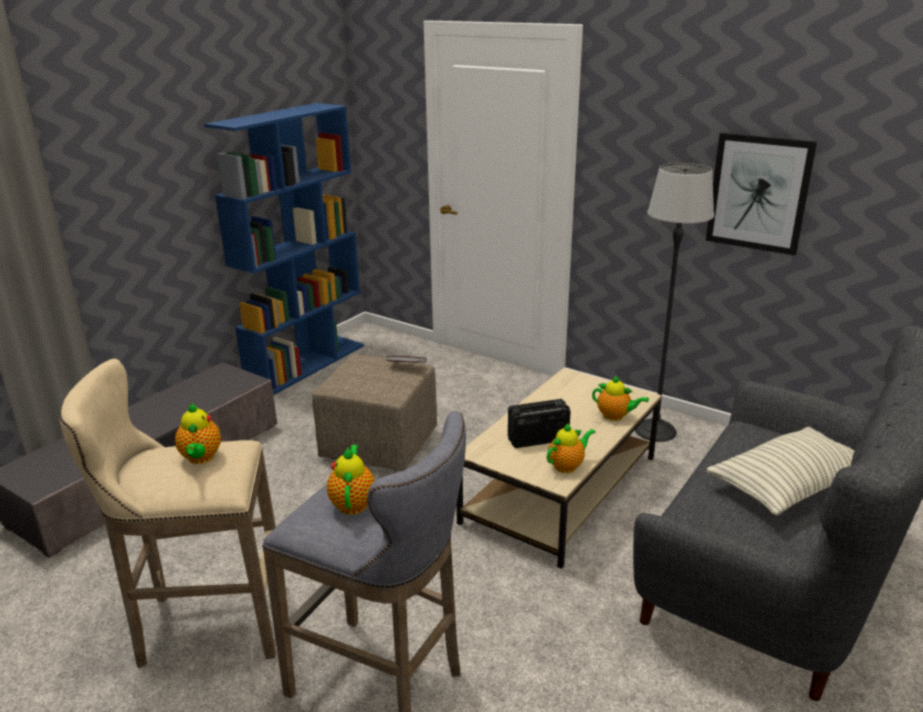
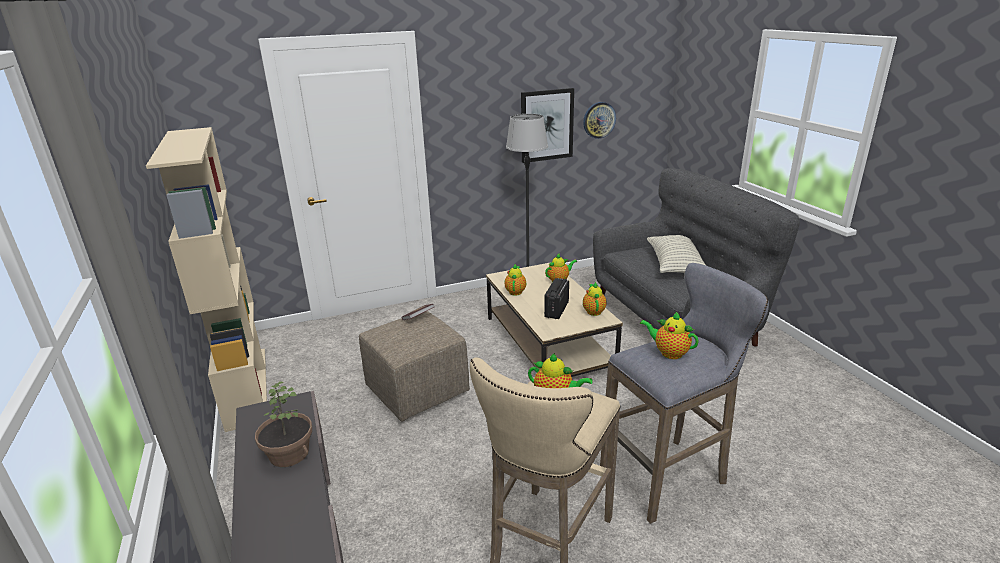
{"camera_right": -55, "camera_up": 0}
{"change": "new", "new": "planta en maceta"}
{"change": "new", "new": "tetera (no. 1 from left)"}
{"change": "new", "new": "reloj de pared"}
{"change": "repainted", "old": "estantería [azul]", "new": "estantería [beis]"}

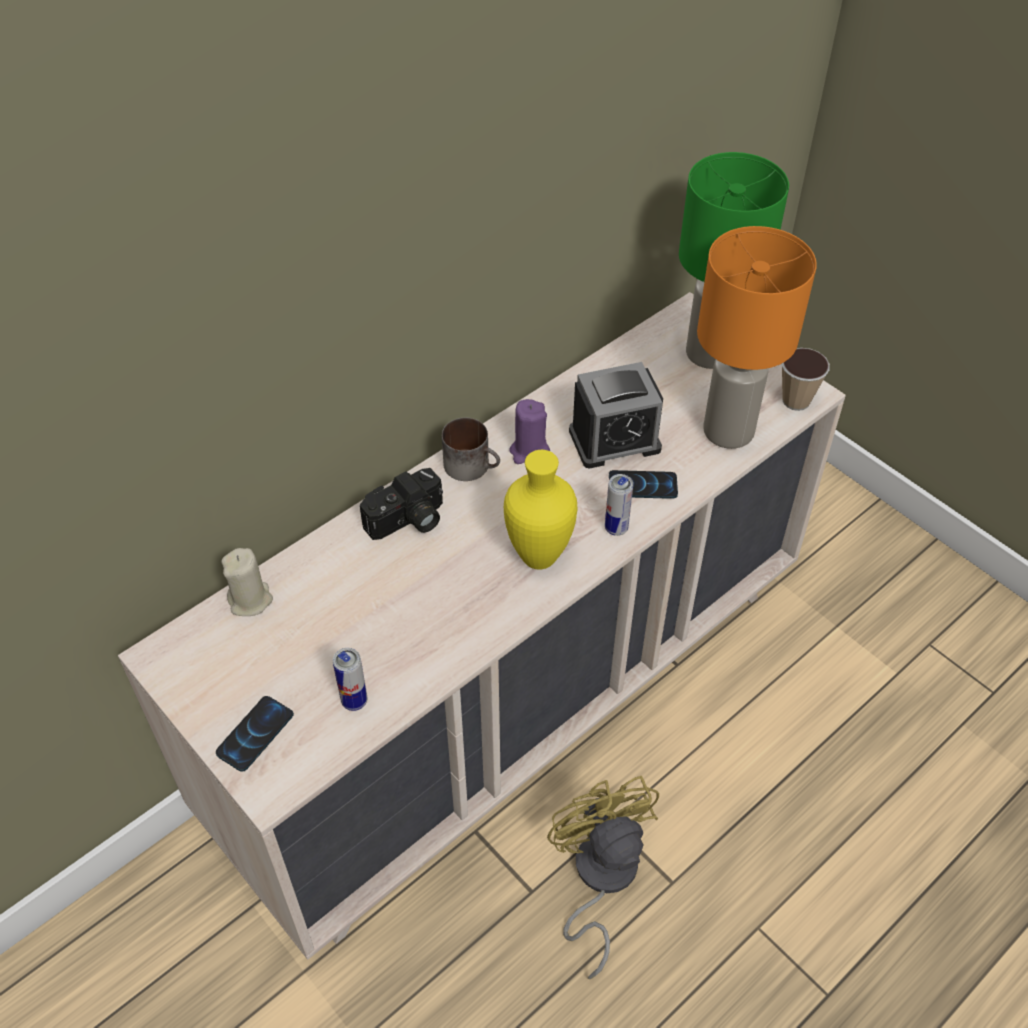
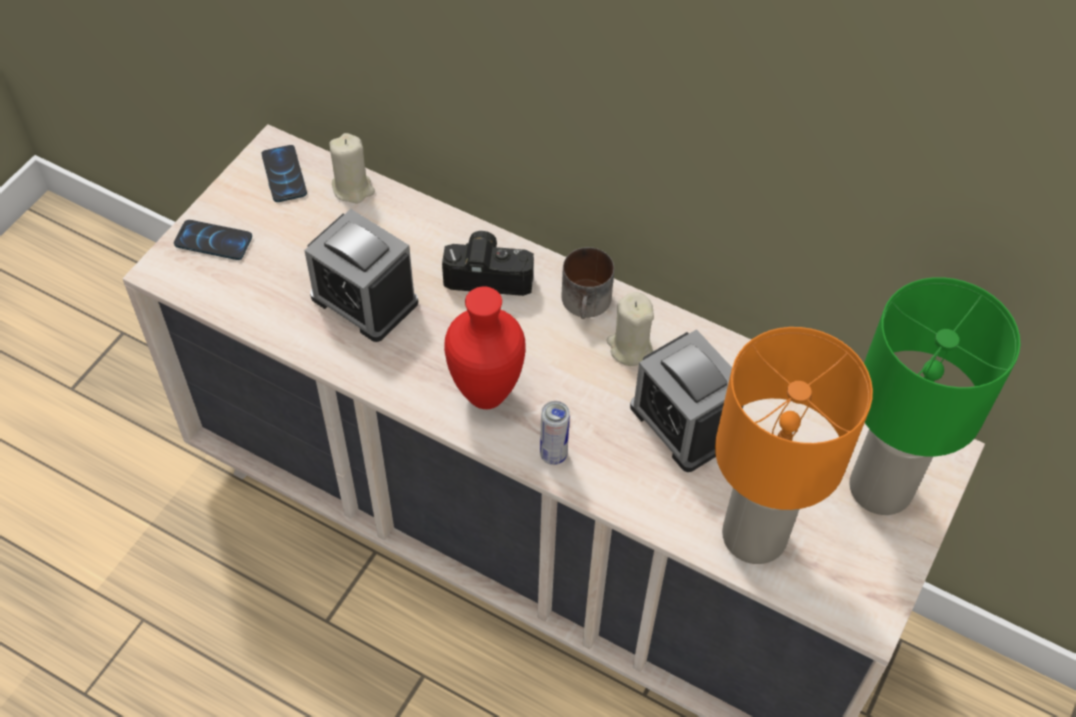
{"camera_right": 70, "camera_up": 5}
{"change": "gone", "old": "lata (no. 1 from left)"}
{"change": "gone", "old": "ventilador [amarillo]"}
{"change": "gone", "old": "taza"}
{"change": "new", "new": "despertador (no. 1 from left)"}
{"change": "shifted", "old": "móvil (no. 2 from left)"}
{"change": "repainted", "old": "florero [amarillo]", "new": "florero [rojo]"}
{"change": "repainted", "old": "vela [morado]", "new": "vela [beis] (no. 2 from left)"}
{"change": "rotated", "old": "cámara", "degrees": 150}

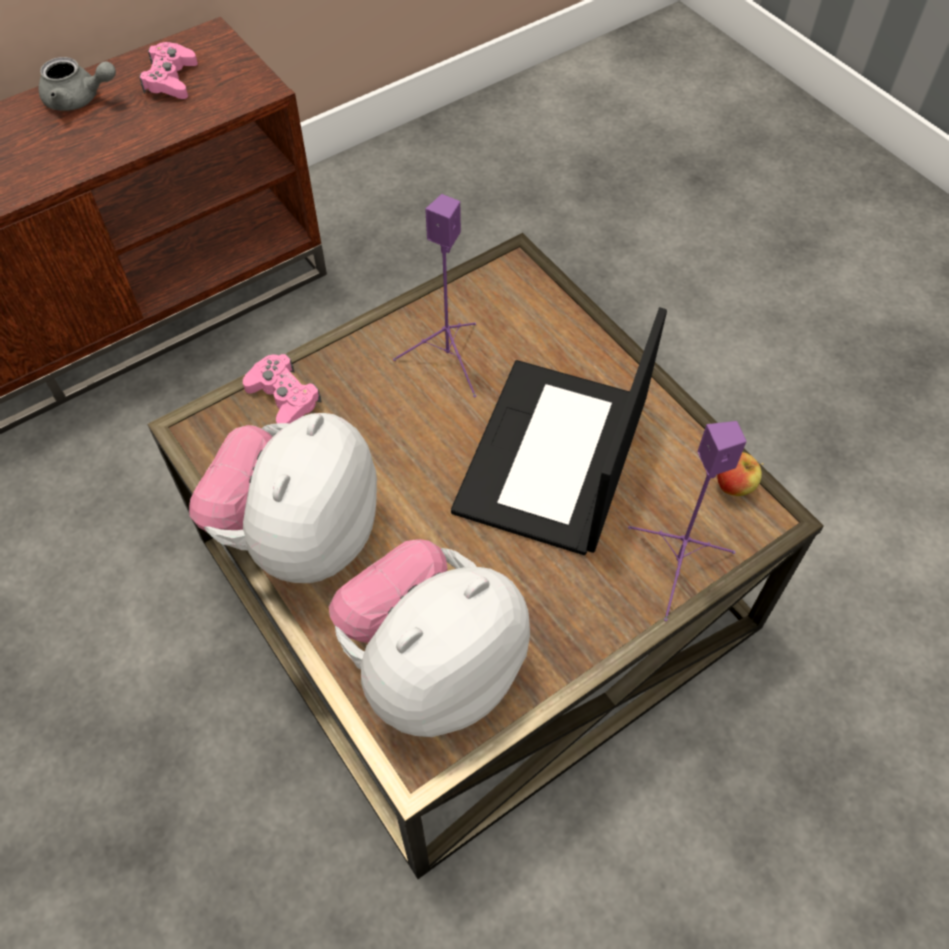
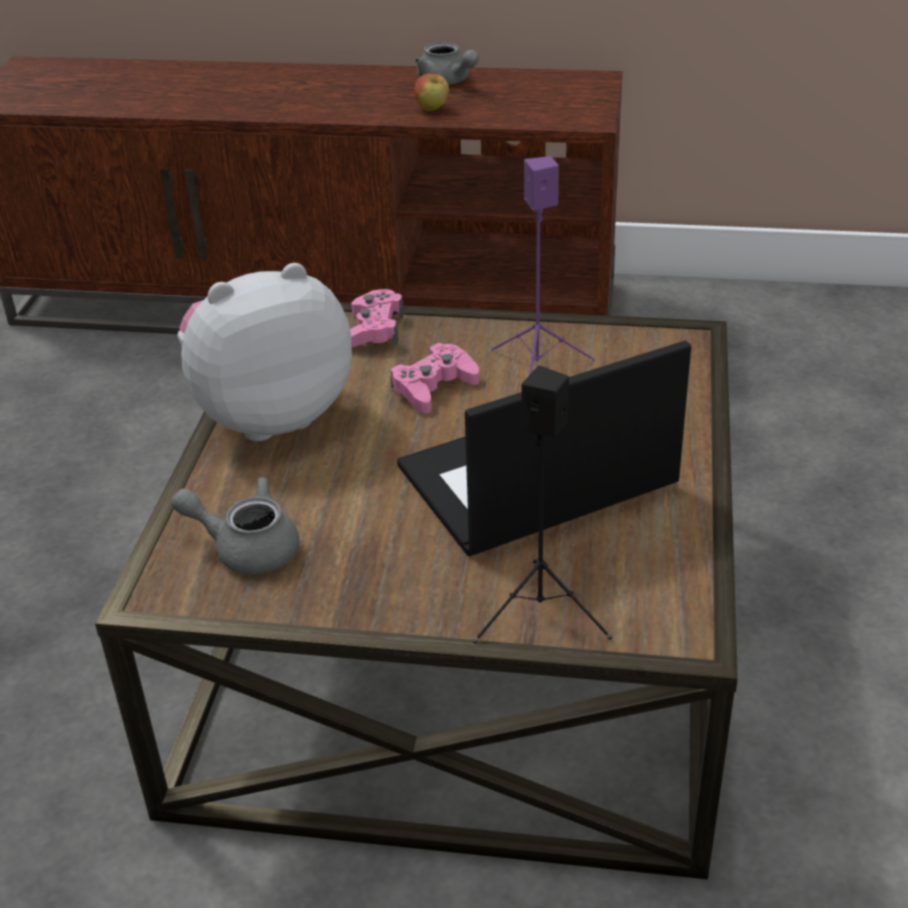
{"camera_right": 45, "camera_up": -20}
{"change": "shifted", "old": "mando de consola [rosa] (no. 1 from left in the first image)", "new": "mando de consola [rosa] (no. 2 from left)"}
{"change": "shifted", "old": "manzana"}
{"change": "swapped", "old": "peluche (no. 2 from left)", "new": "tetera [gris] (no. 1 from left)"}
{"change": "repainted", "old": "altavoz [morado] (no. 2 from left)", "new": "altavoz [negro]"}

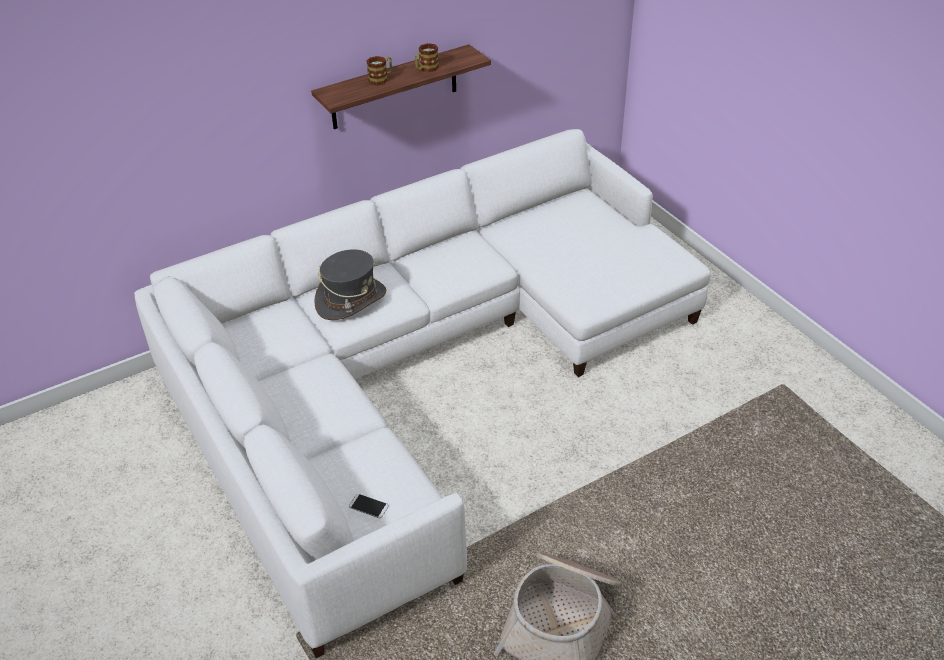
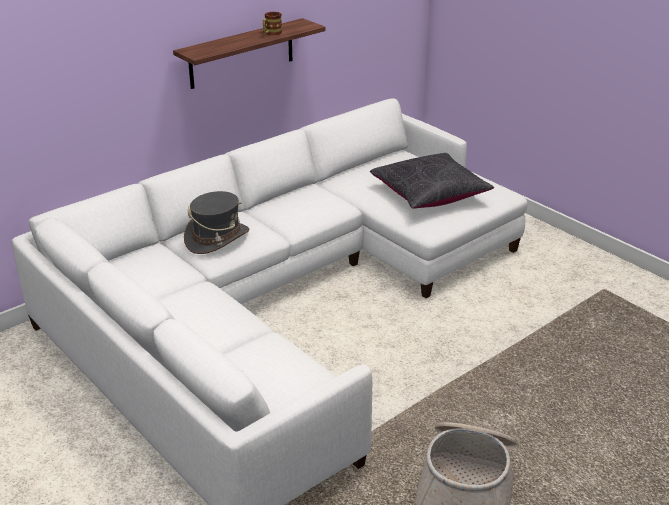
{"camera_right": -10, "camera_up": -10}
{"change": "gone", "old": "móvil"}
{"change": "gone", "old": "taza grande (no. 1 from left)"}
{"change": "new", "new": "cojín [negro]"}

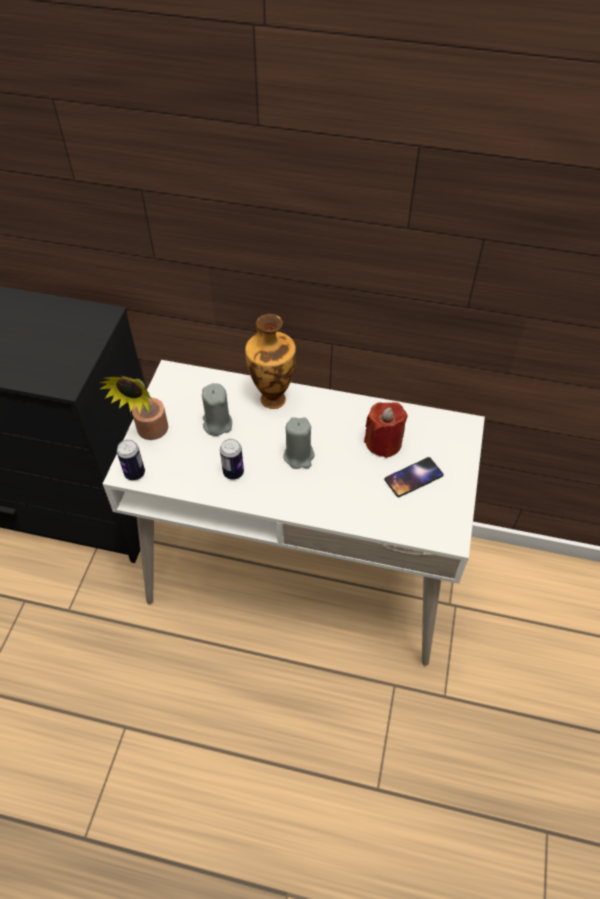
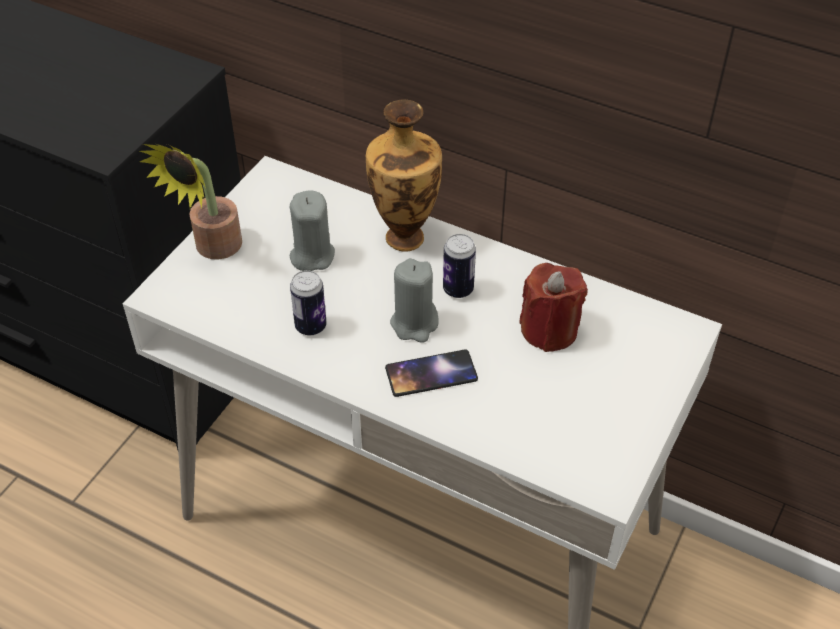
{"camera_right": 15, "camera_up": -5}
{"change": "shifted", "old": "lata (no. 1 from left in the first image)", "new": "lata (no. 2 from left)"}
{"change": "shifted", "old": "móvil"}

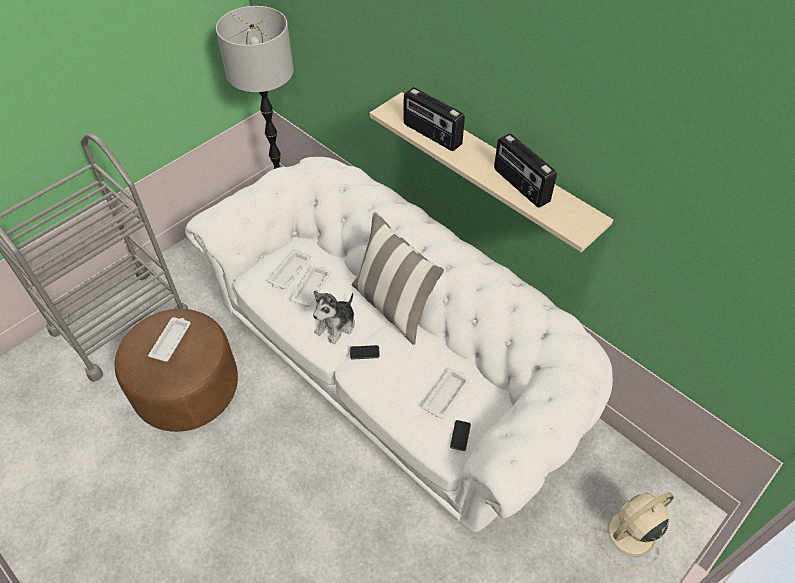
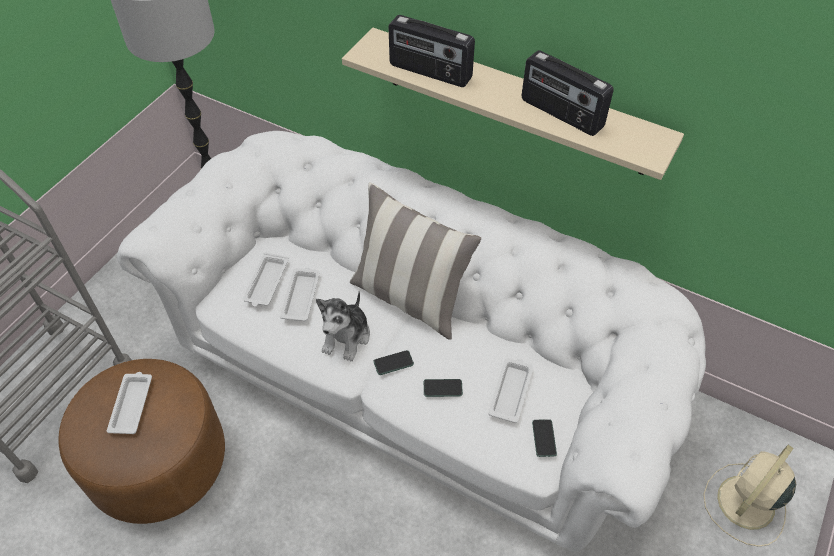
{"camera_right": -15, "camera_up": 0}
{"change": "new", "new": "móvil (no. 2 from left)"}

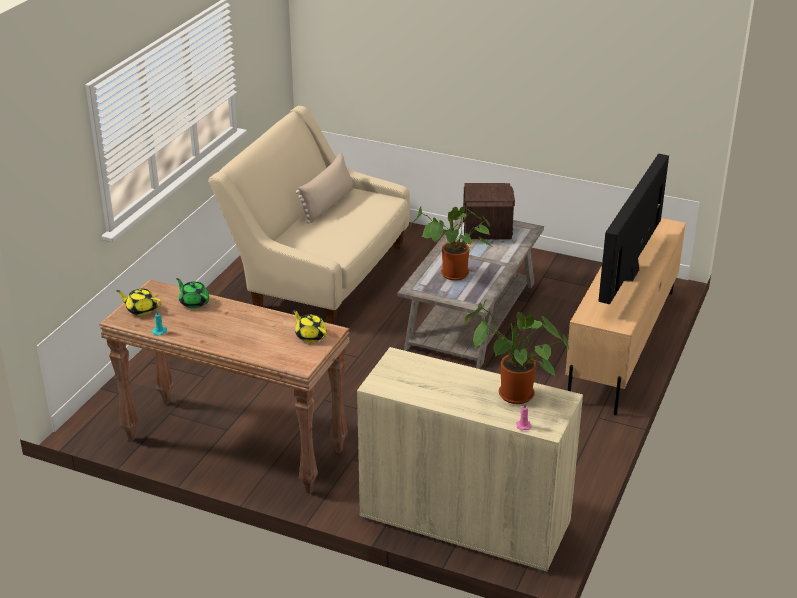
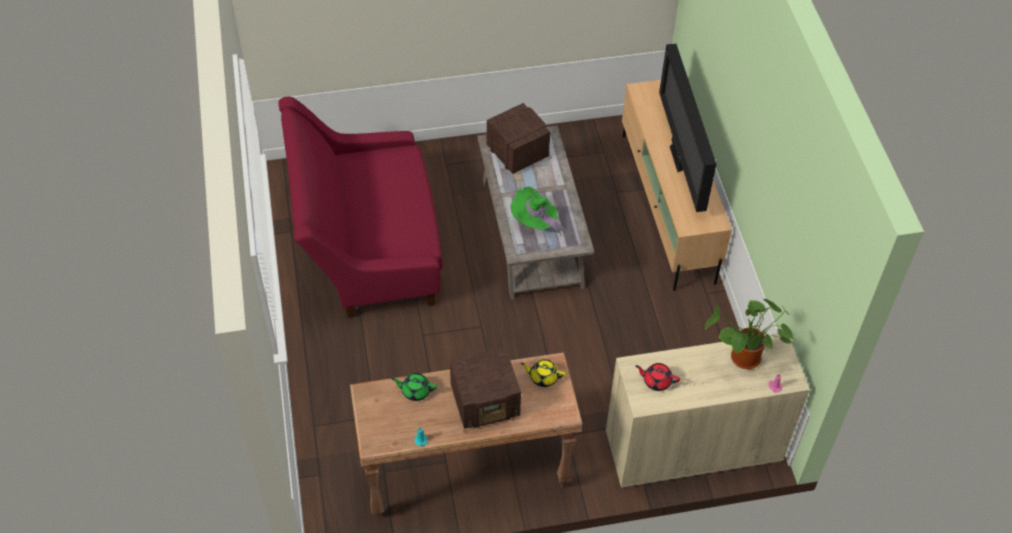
{"camera_right": -35, "camera_up": 20}
{"change": "gone", "old": "tetera [amarillo] (no. 1 from left)"}
{"change": "gone", "old": "cojín [beis]"}
{"change": "new", "new": "radio (no. 1 from left)"}
{"change": "new", "new": "tetera [rojo]"}
{"change": "swapped", "old": "planta en maceta (no. 1 from left)", "new": "sombrero [verde]"}
{"change": "repainted", "old": "sofá [beis]", "new": "sofá [rojo]"}

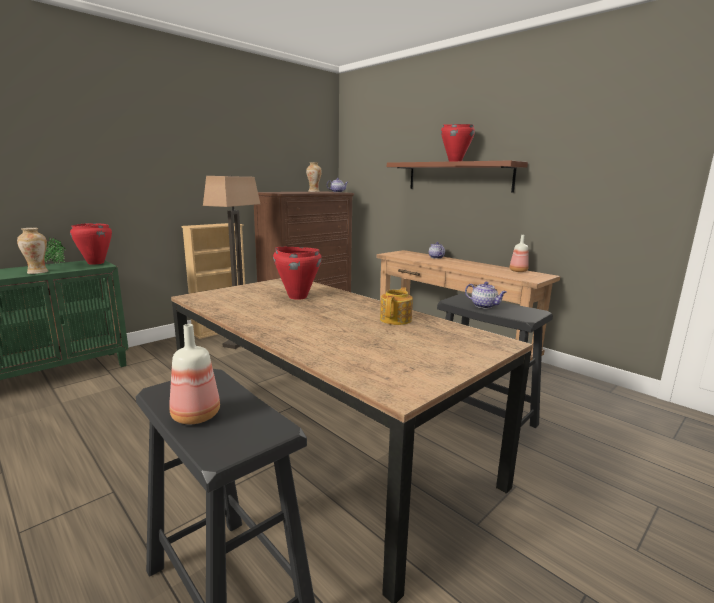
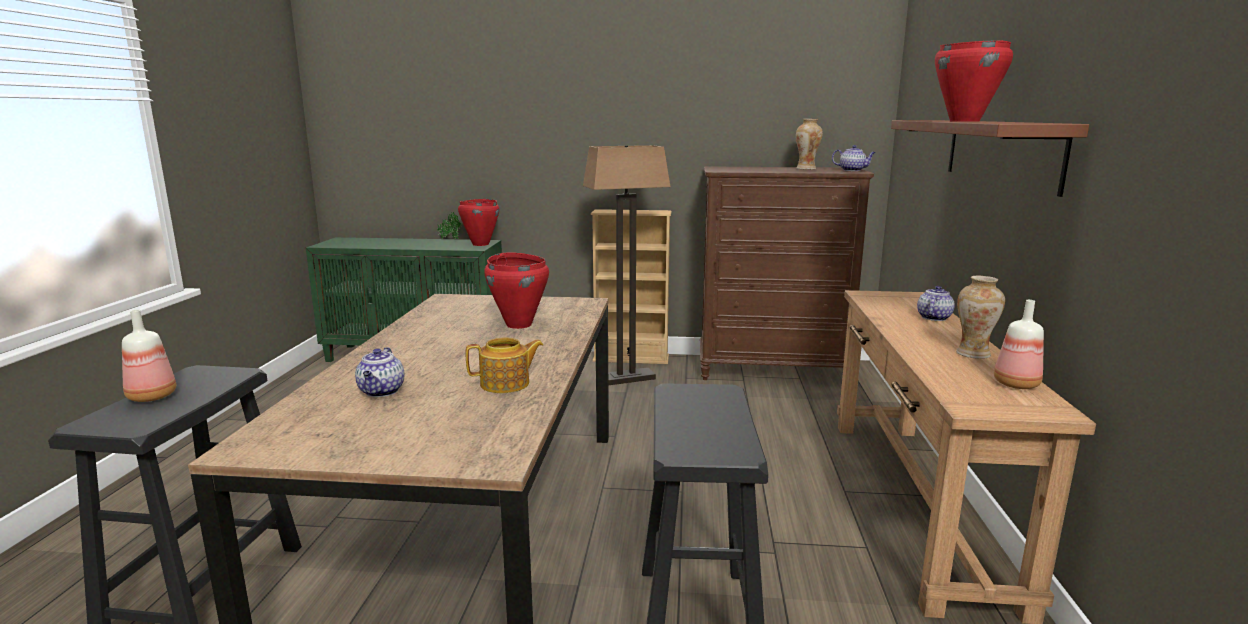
{"camera_right": 50, "camera_up": 0}
{"change": "shifted", "old": "florero (no. 1 from left in the first image)", "new": "florero (no. 2 from left)"}
{"change": "shifted", "old": "tetera (no. 4 from left in the first image)", "new": "tetera (no. 1 from left)"}

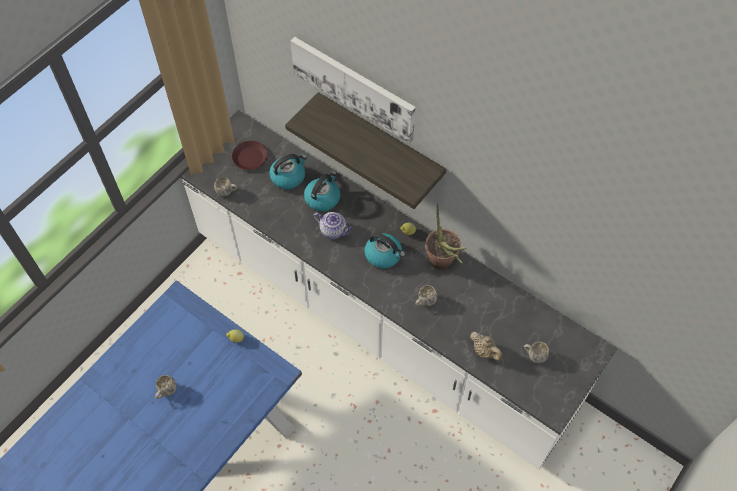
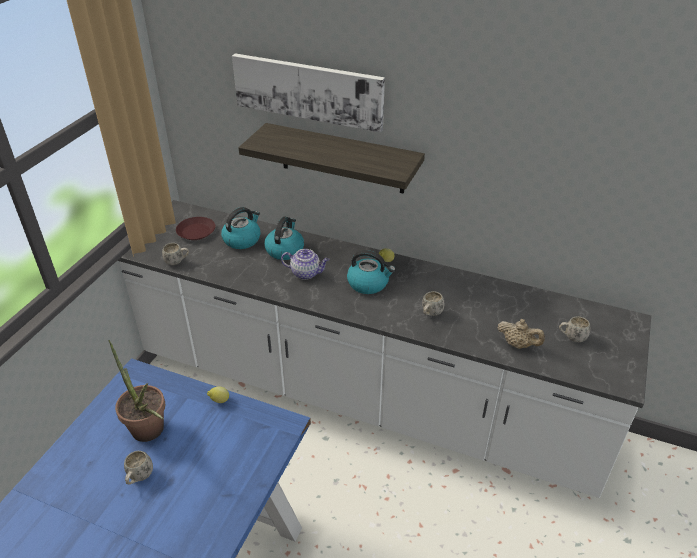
{"camera_right": -15, "camera_up": -20}
{"change": "shifted", "old": "planta en maceta"}

